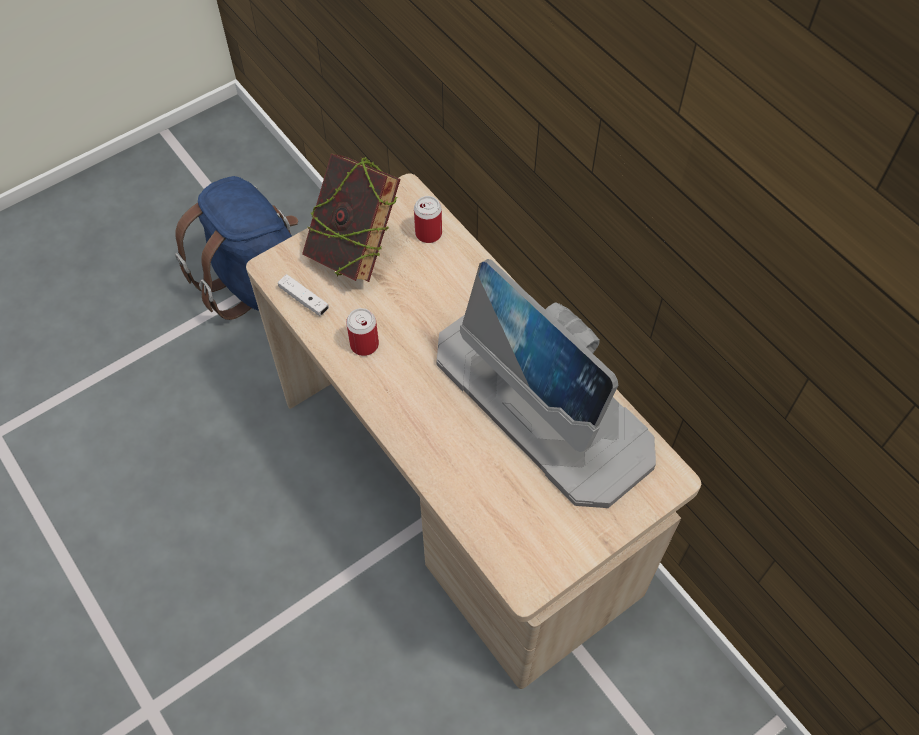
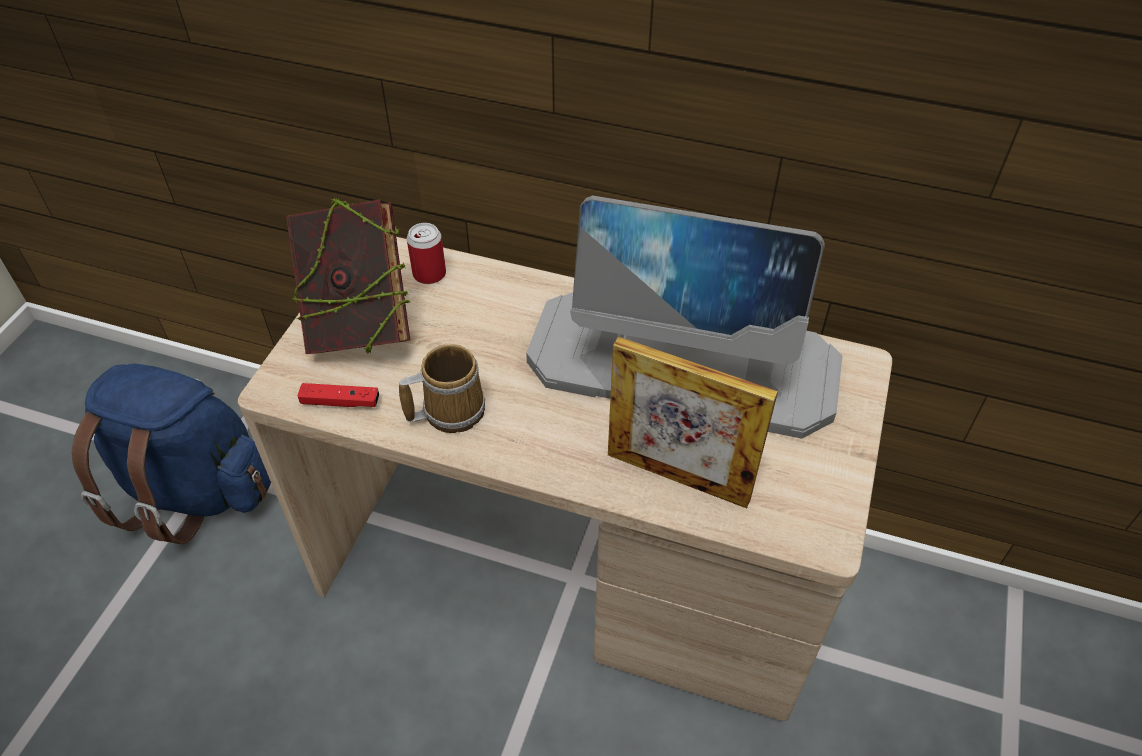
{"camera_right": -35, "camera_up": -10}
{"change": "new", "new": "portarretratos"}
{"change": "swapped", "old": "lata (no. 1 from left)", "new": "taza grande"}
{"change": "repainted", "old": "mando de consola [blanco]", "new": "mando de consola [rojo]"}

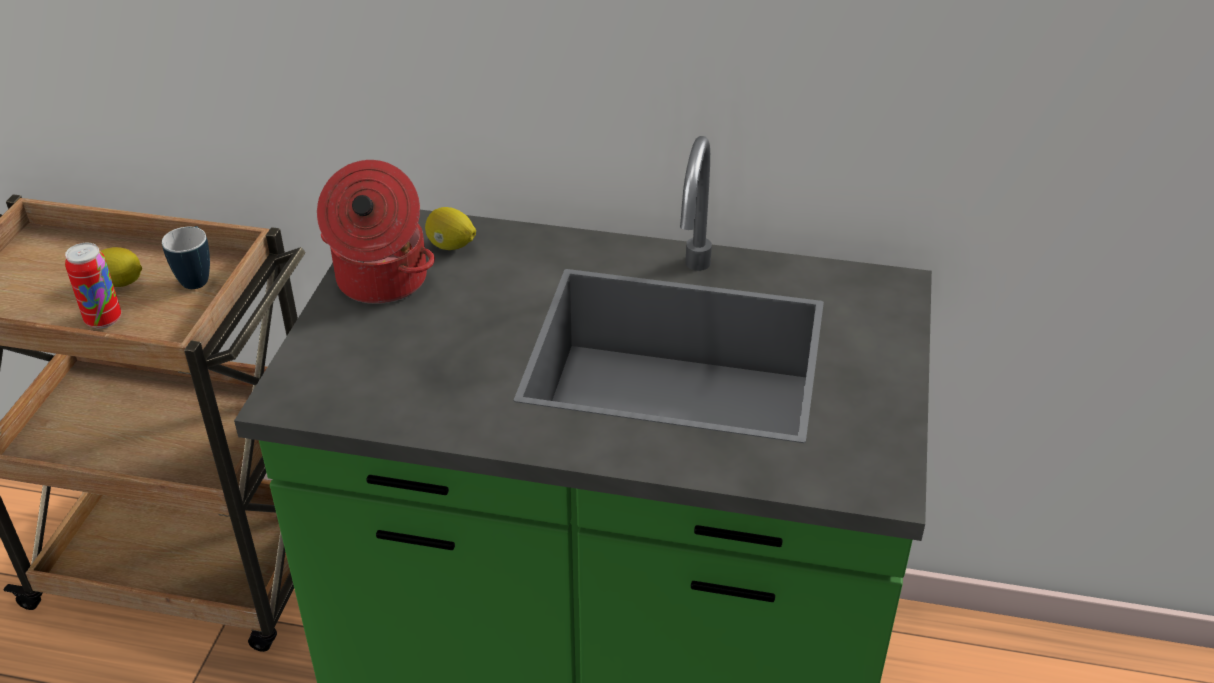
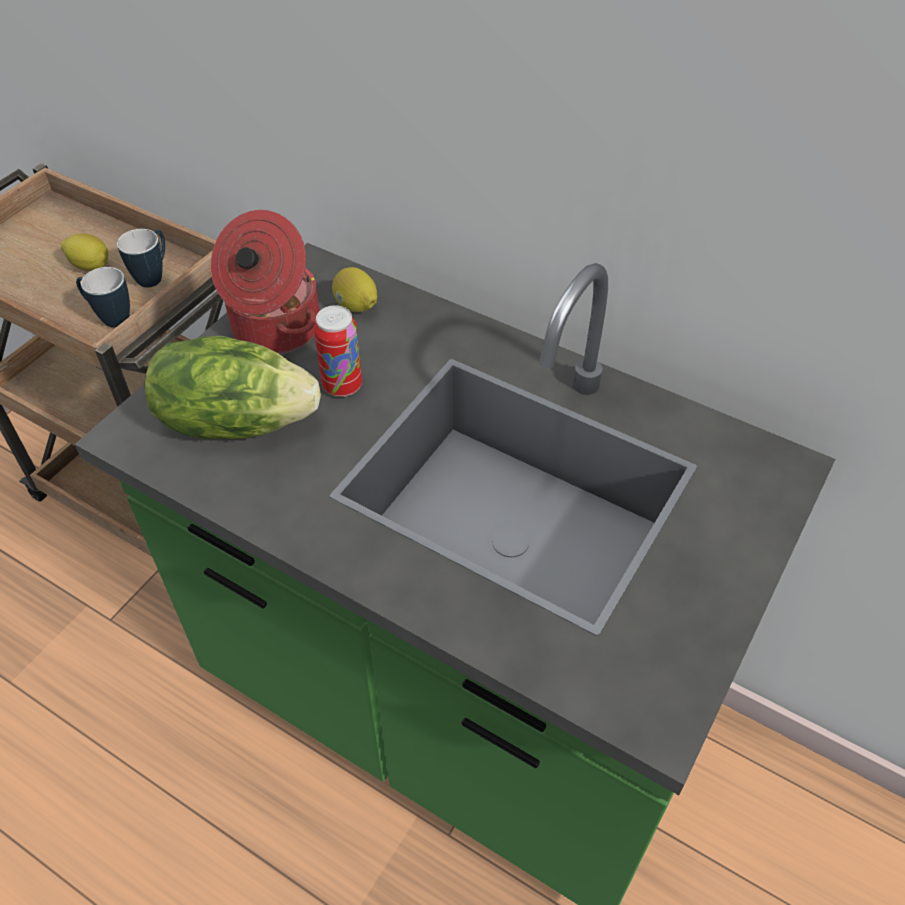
{"camera_right": 20, "camera_up": 10}
{"change": "new", "new": "taza grande (no. 1 from left)"}
{"change": "new", "new": "lechuga"}
{"change": "shifted", "old": "lata"}

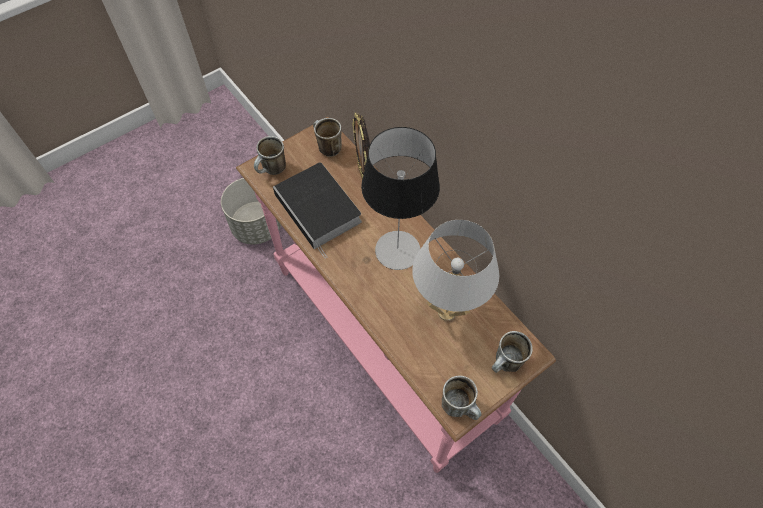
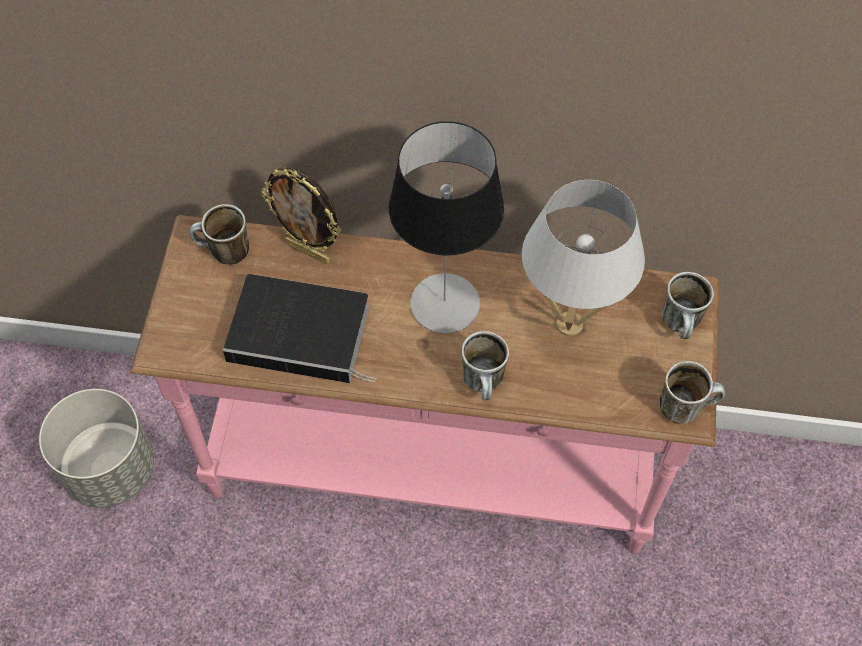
{"camera_right": -45, "camera_up": 0}
{"change": "shifted", "old": "taza grande (no. 1 from left in the first image)", "new": "taza grande (no. 2 from left)"}

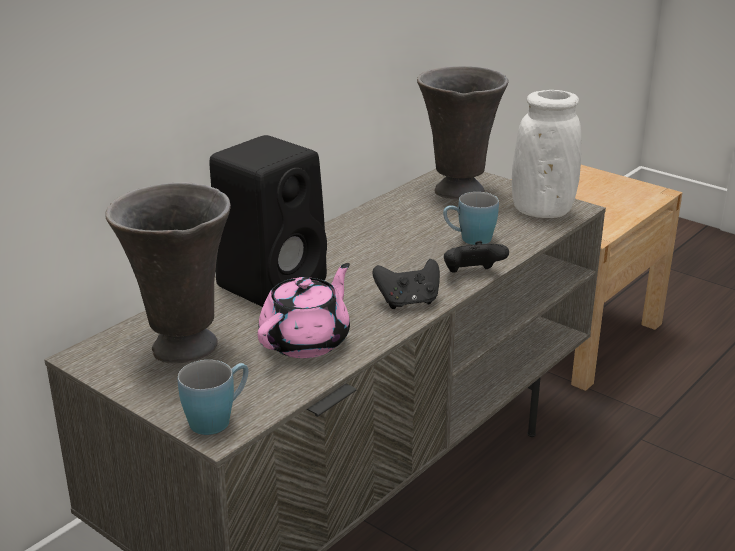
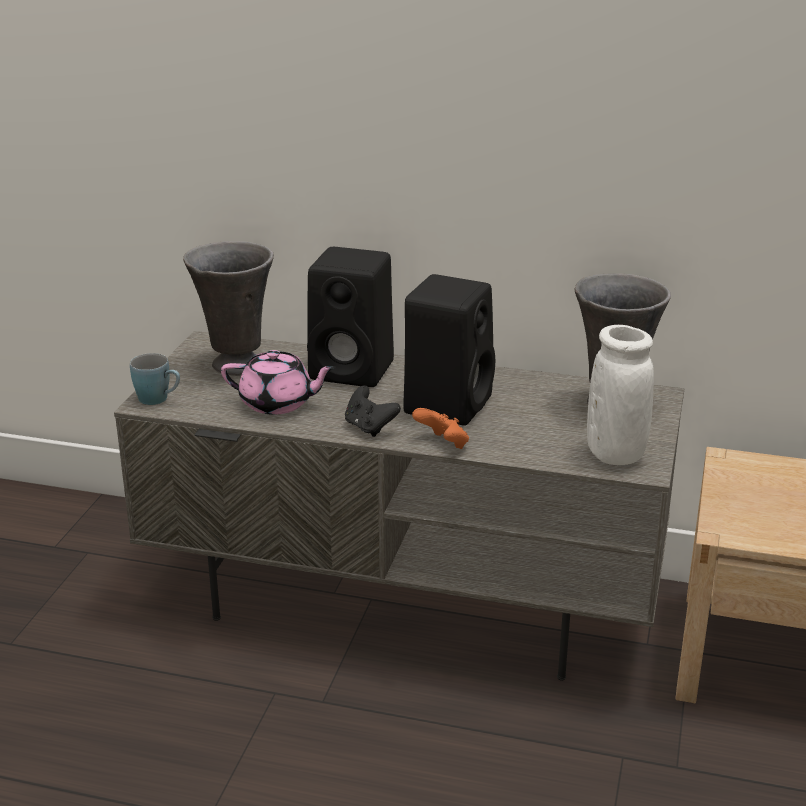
{"camera_right": 65, "camera_up": 0}
{"change": "gone", "old": "taza grande [azul] (no. 2 from left)"}
{"change": "new", "new": "altavoz [negro] (no. 2 from left)"}
{"change": "repainted", "old": "mando de consola [negro] (no. 2 from left)", "new": "mando de consola [naranja]"}

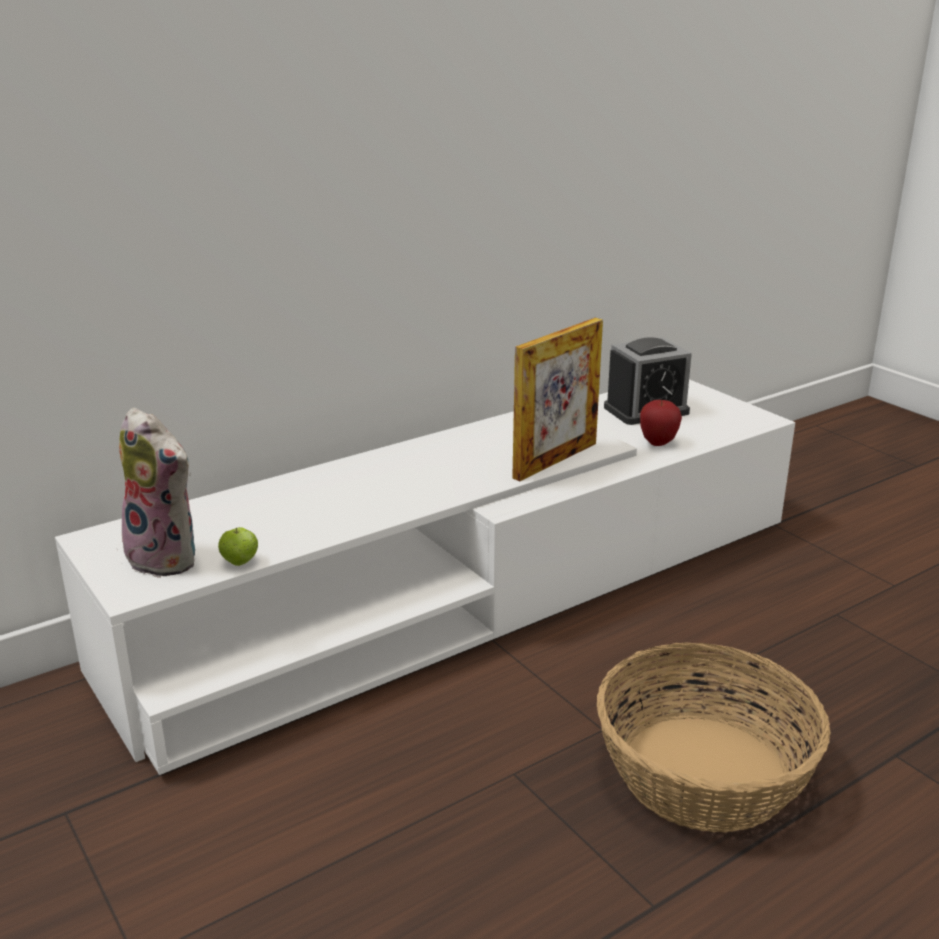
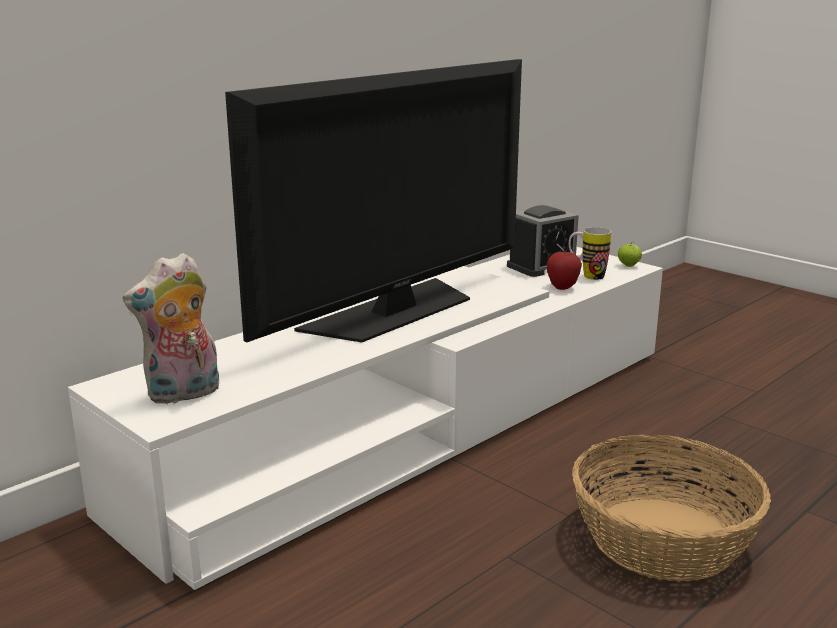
{"camera_right": -10, "camera_up": -5}
{"change": "gone", "old": "portarretratos"}
{"change": "new", "new": "televisor"}
{"change": "new", "new": "taza grande"}
{"change": "shifted", "old": "manzana (no. 1 from left in the first image)", "new": "manzana (no. 2 from left)"}
{"change": "rotated", "old": "peluche", "degrees": 120}

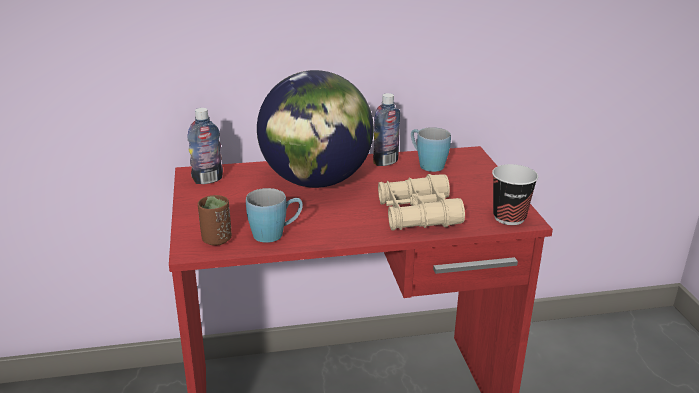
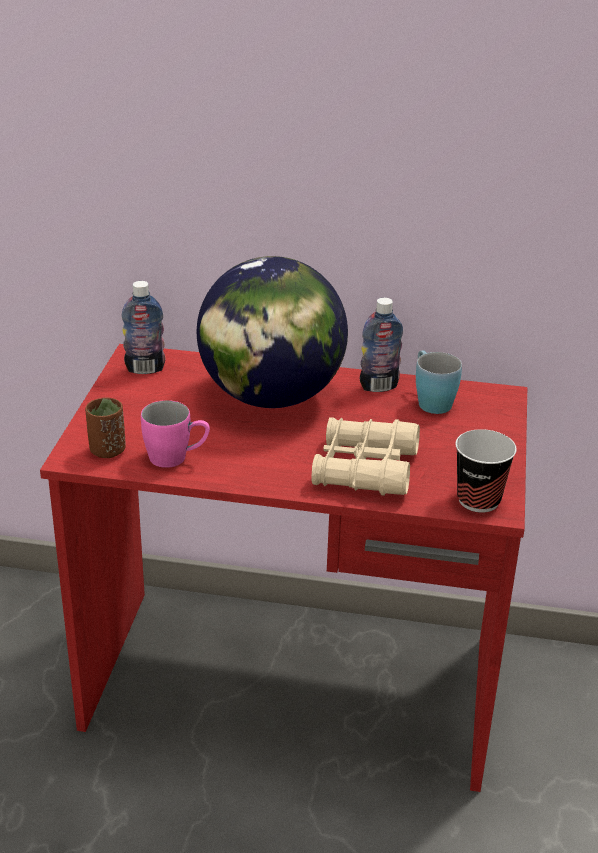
{"camera_right": 20, "camera_up": 5}
{"change": "repainted", "old": "taza grande [azul] (no. 1 from left)", "new": "taza grande [rosa]"}

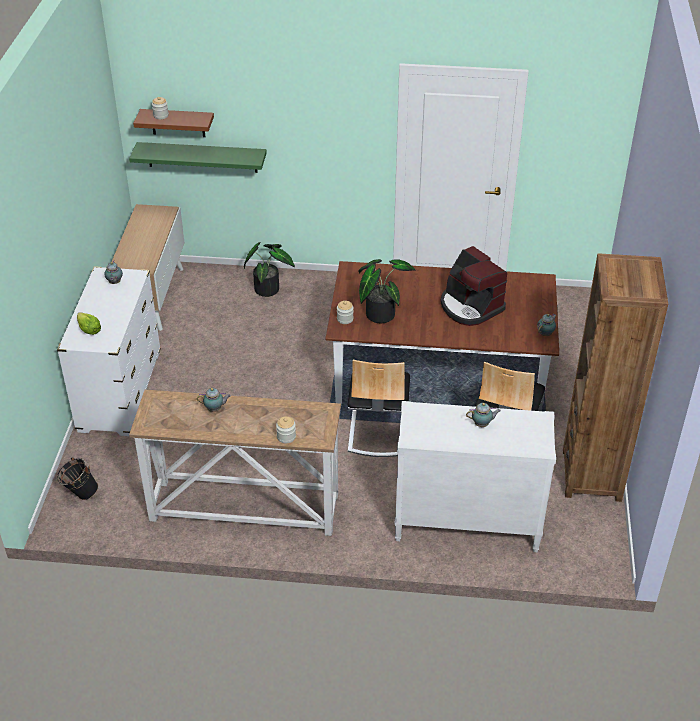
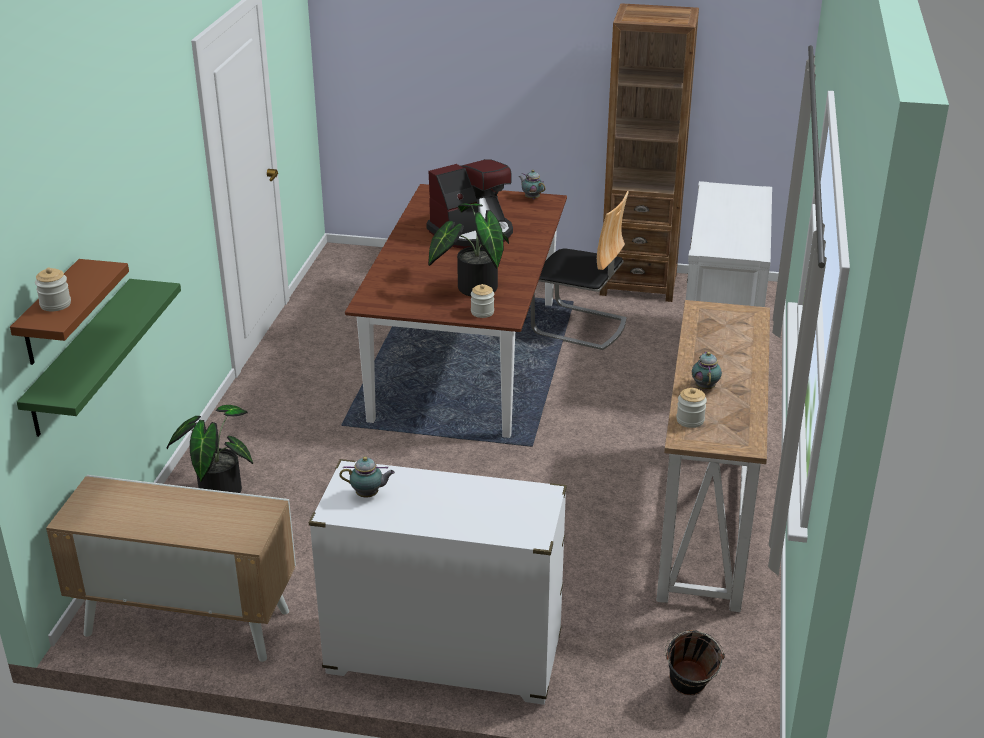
{"camera_right": -85, "camera_up": -10}
{"change": "gone", "old": "lechuga"}
{"change": "gone", "old": "silla (no. 1 from left)"}
{"change": "gone", "old": "tetera (no. 3 from left)"}
{"change": "shifted", "old": "tarro (no. 2 from left in the first image)", "new": "tarro (no. 3 from left)"}

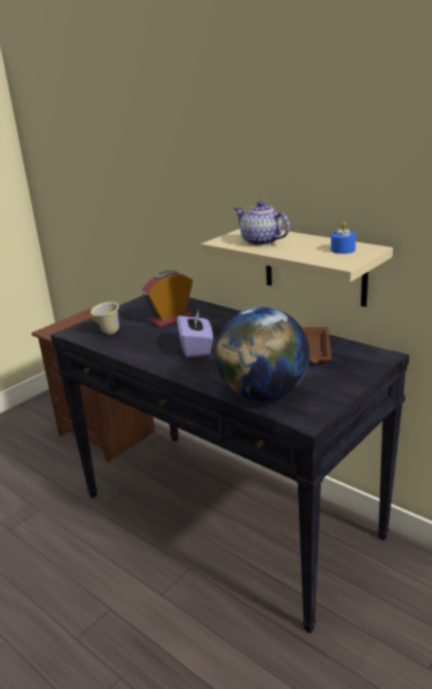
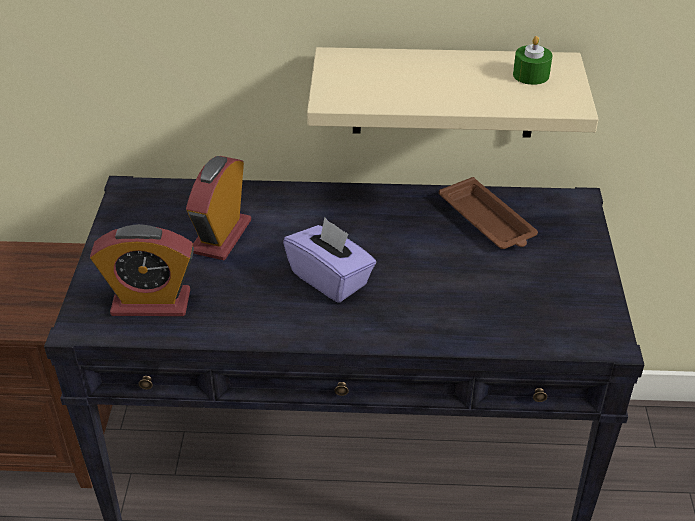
{"camera_right": -40, "camera_up": 15}
{"change": "gone", "old": "globo terráqueo"}
{"change": "gone", "old": "tetera"}
{"change": "swapped", "old": "taza grande [beis]", "new": "despertador (no. 1 from left)"}
{"change": "repainted", "old": "vela [azul]", "new": "vela [verde]"}

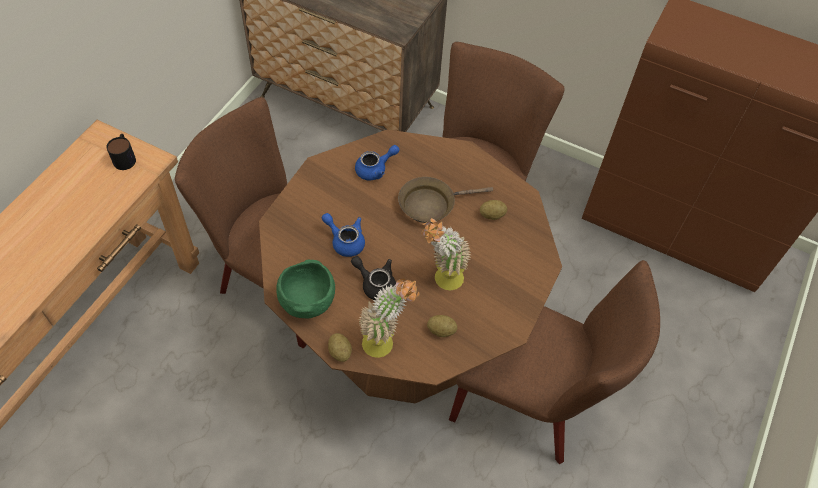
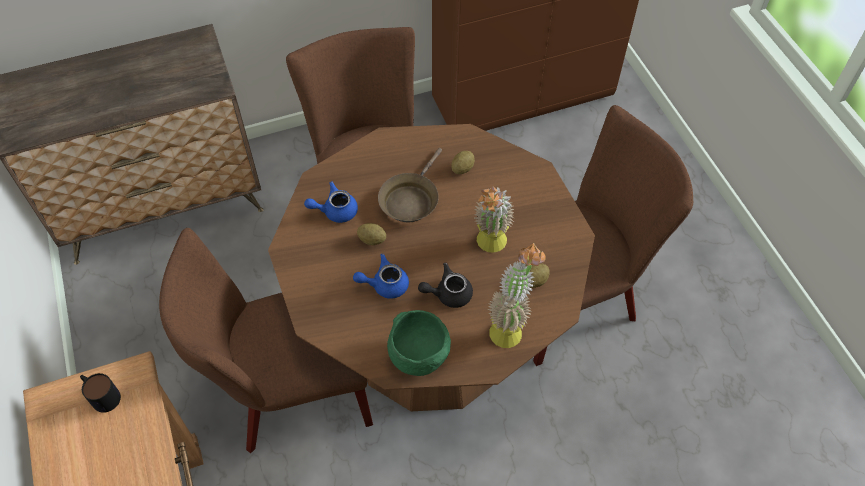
{"camera_right": -45, "camera_up": 0}
{"change": "shifted", "old": "patata (no. 1 from left)"}
{"change": "rotated", "old": "tetera [azul] (no. 2 from left in the first image)", "degrees": -120}

